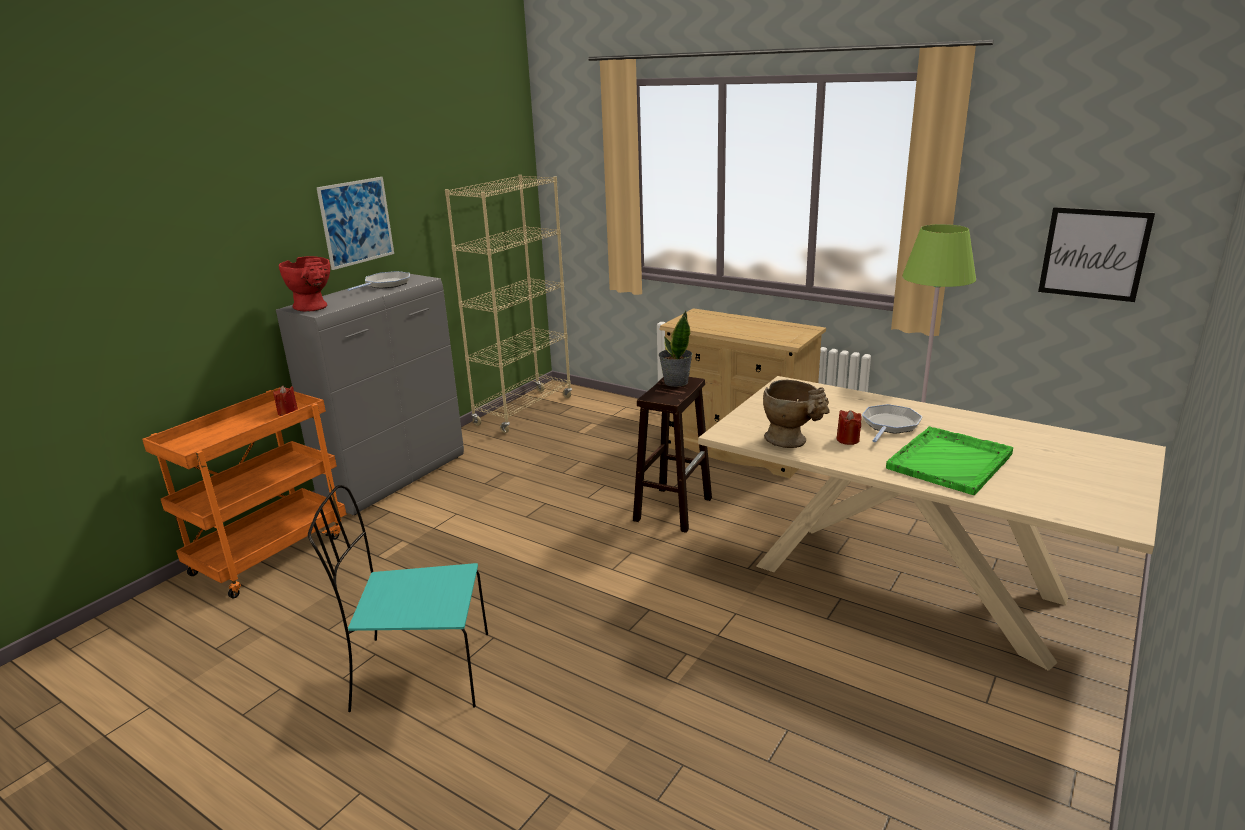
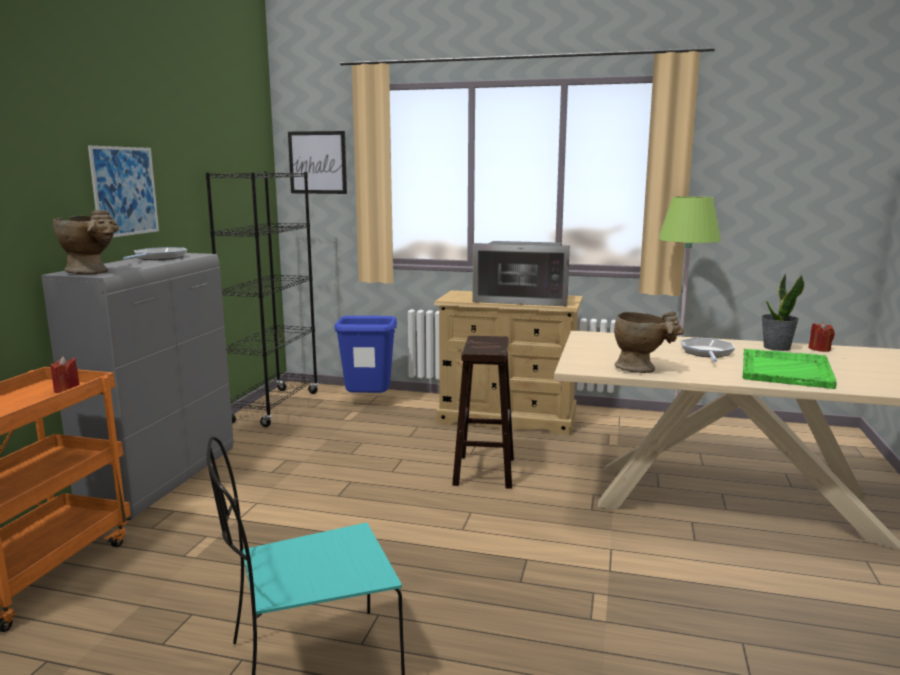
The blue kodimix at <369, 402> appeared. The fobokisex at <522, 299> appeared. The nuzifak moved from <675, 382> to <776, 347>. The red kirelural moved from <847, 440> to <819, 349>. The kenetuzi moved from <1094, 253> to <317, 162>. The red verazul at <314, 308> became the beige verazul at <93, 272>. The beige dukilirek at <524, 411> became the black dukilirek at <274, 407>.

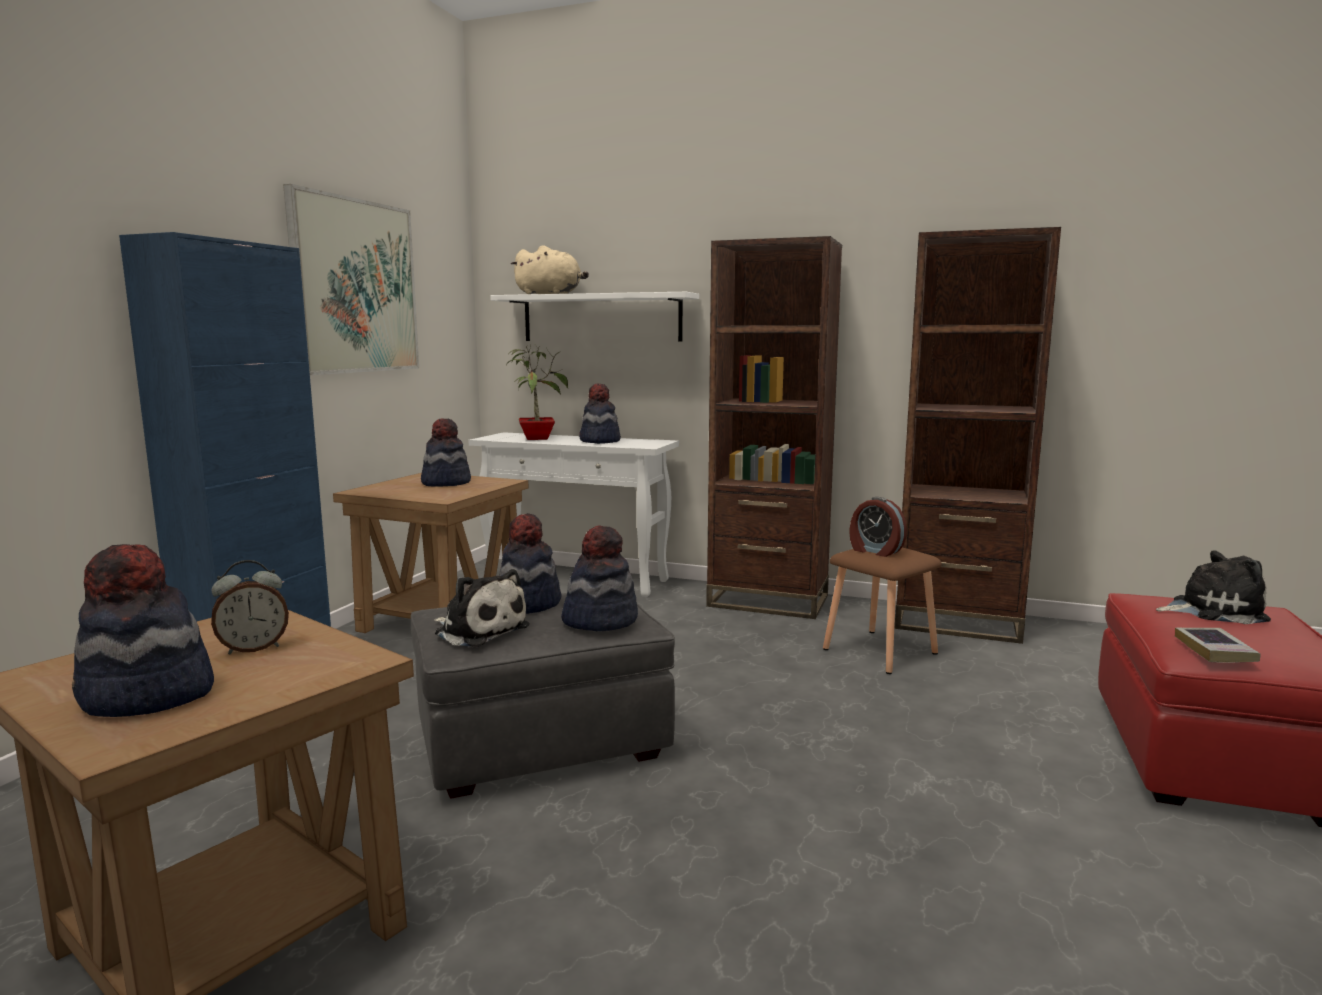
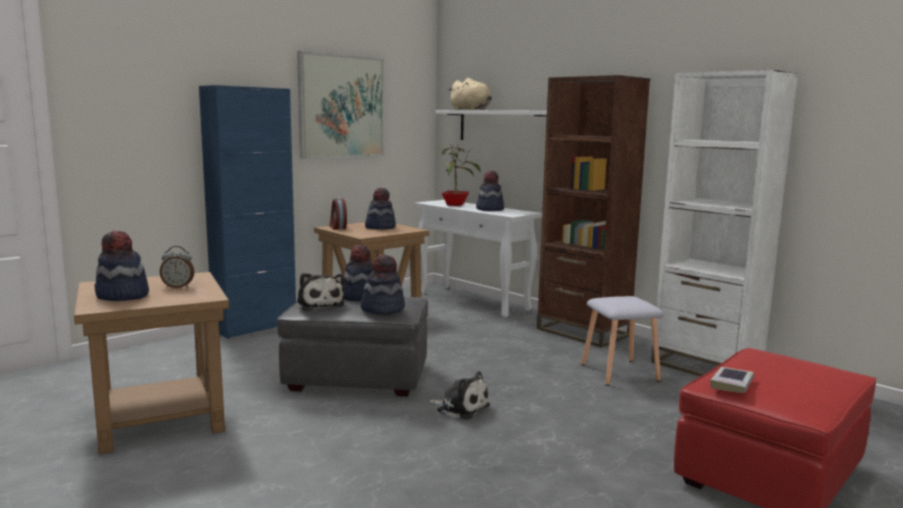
The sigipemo moved from <875, 551> to <337, 227>. The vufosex moved from <1212, 610> to <460, 408>. The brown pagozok at <881, 651> became the grey pagozok at <621, 373>. The brown dukilirek at <957, 622> became the white dukilirek at <706, 366>.

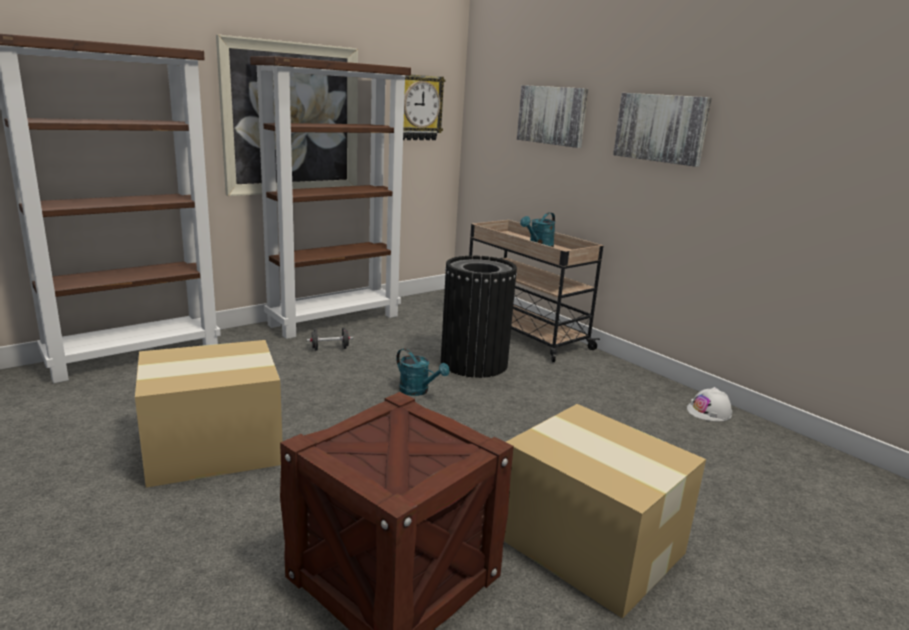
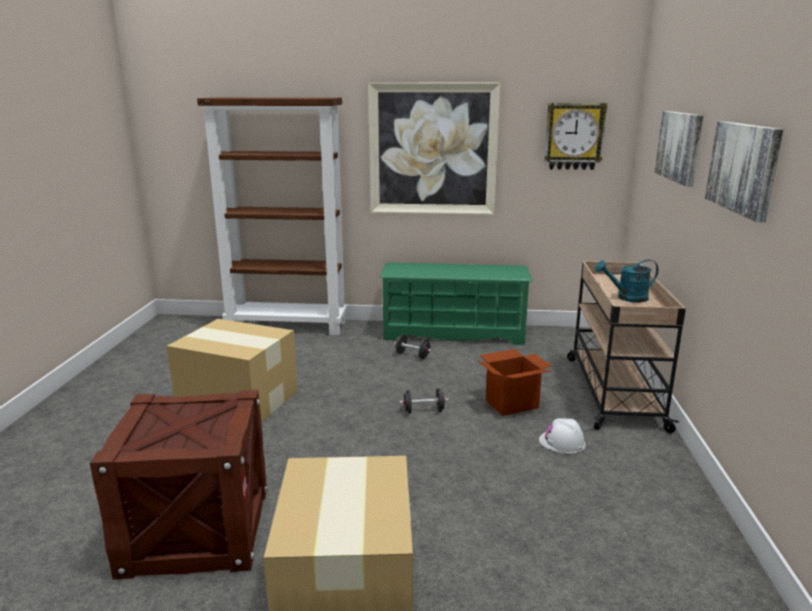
The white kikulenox moved from <709, 412> to <562, 442>. The brown dukilirek at <335, 320> was replaced by the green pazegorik at <454, 333>. The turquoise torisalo at <418, 391> was replaced by the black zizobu at <423, 411>. The black kodimix at <474, 363> was replaced by the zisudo at <512, 404>.

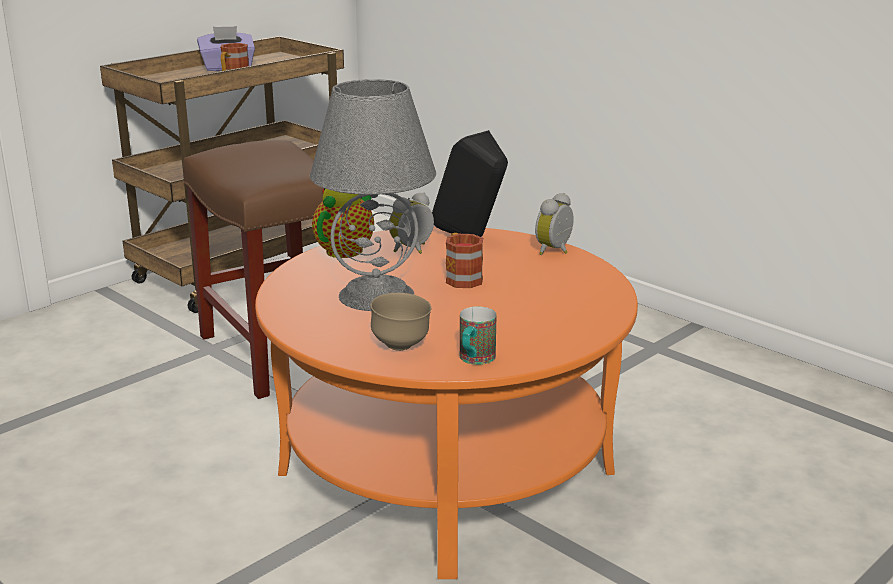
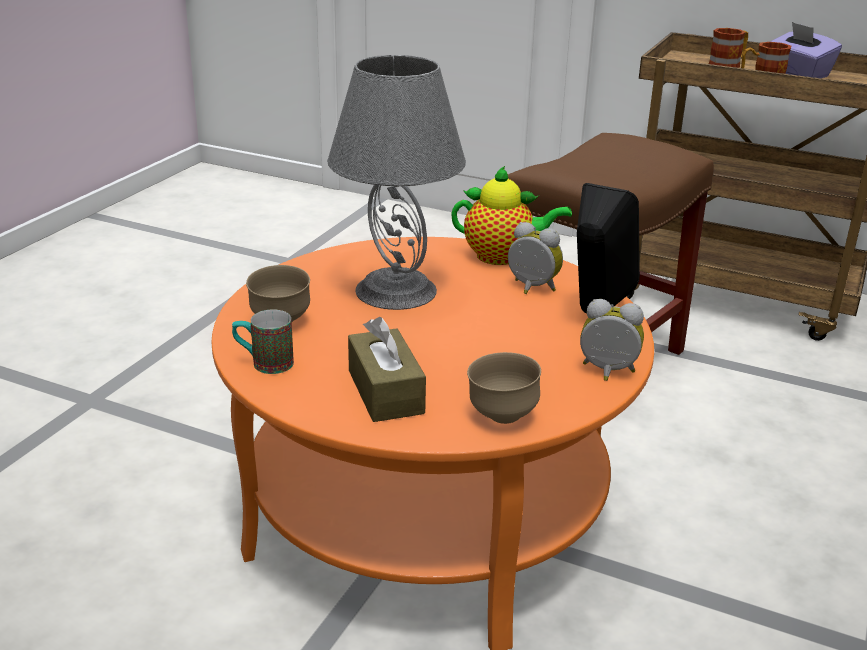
The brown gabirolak at <385, 392> appeared. The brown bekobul at <501, 417> appeared. The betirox moved from <461, 277> to <728, 65>.

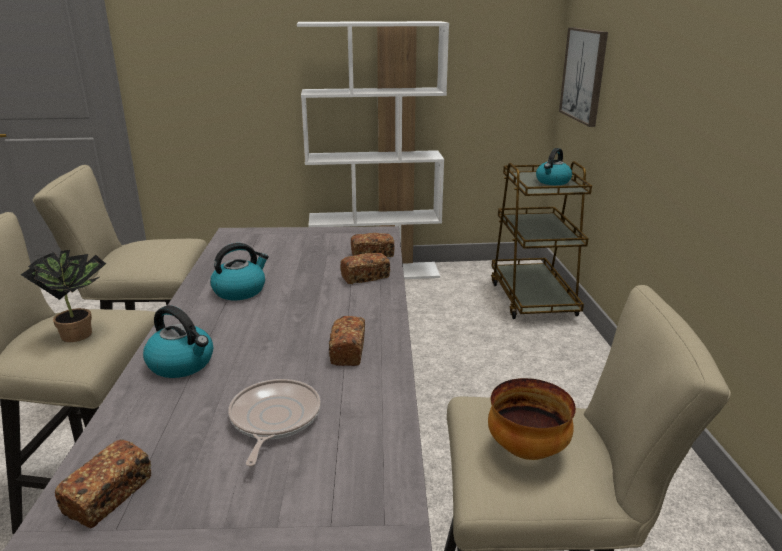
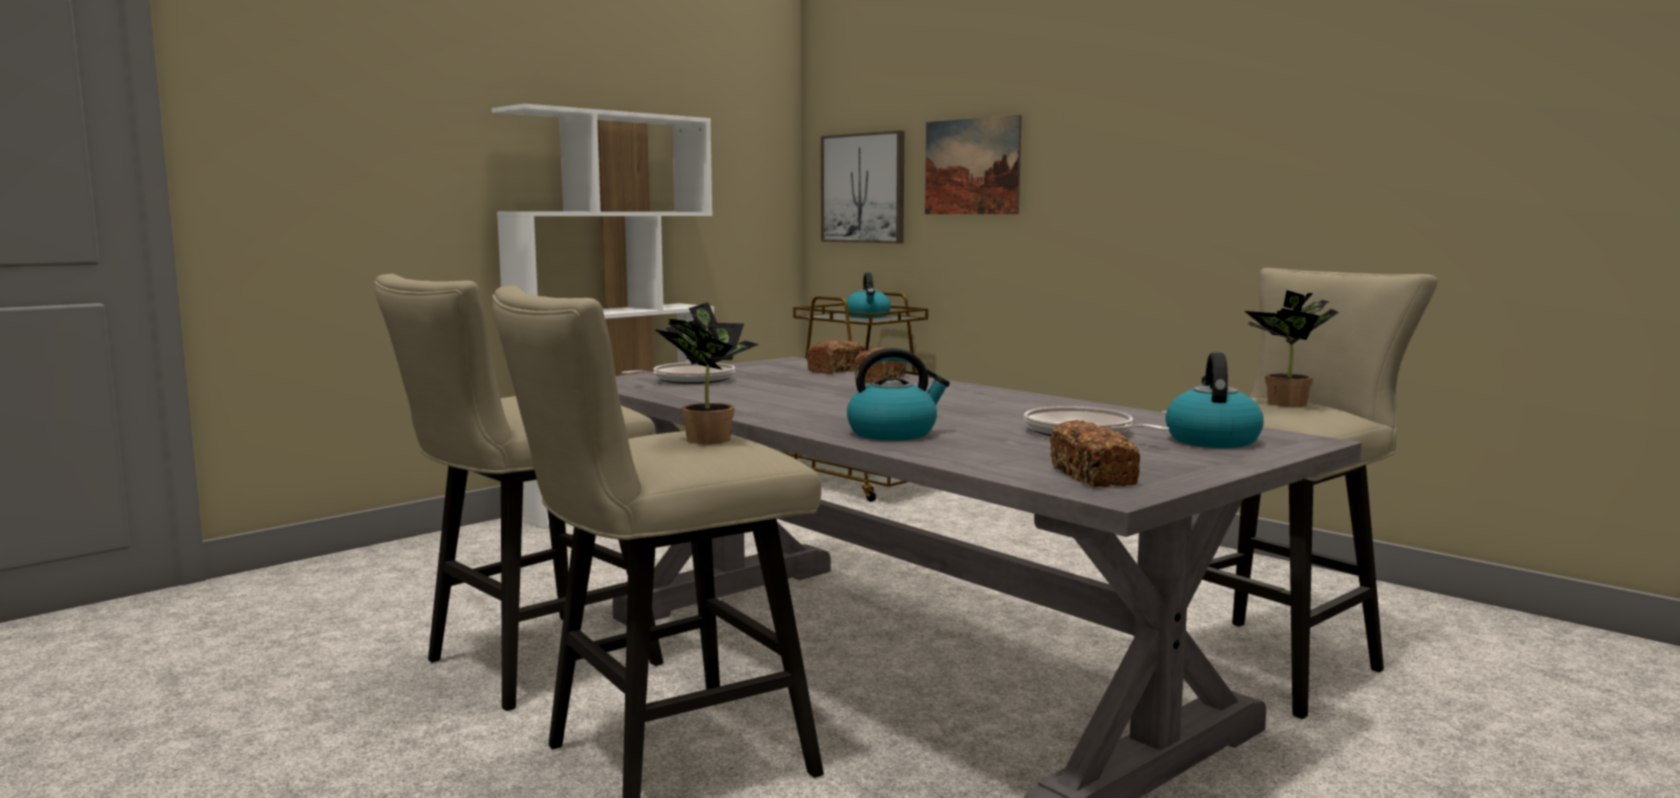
The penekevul at <347, 351> disappeared. The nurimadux at <689, 380> appeared. The kenetuzi at <972, 166> appeared. The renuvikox moved from <240, 290> to <1211, 440>. The bekobul at <526, 449> was replaced by the nuzifak at <1285, 404>.

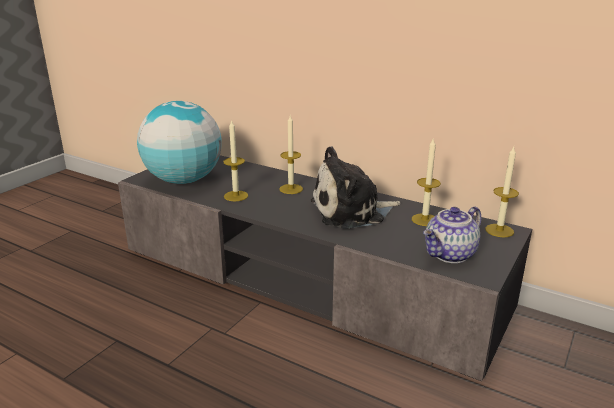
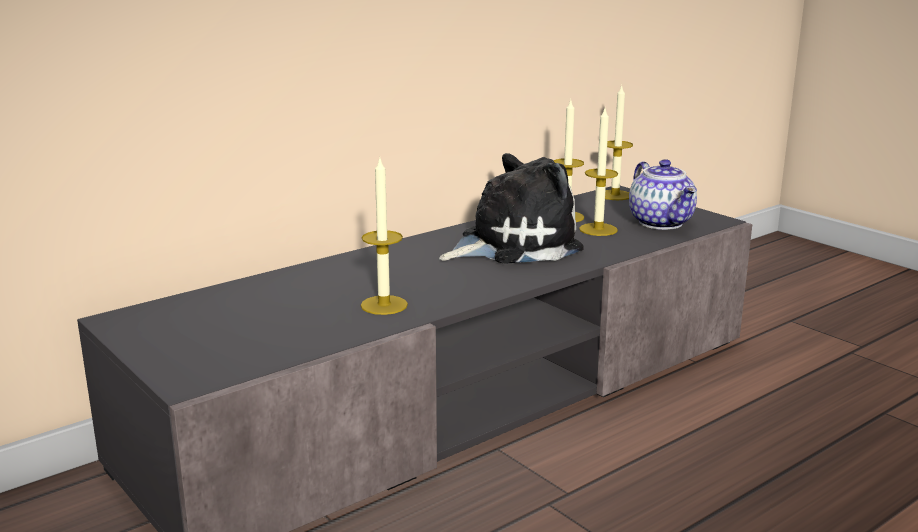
The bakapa at <183, 180> disappeared. The kirelural moved from <291, 189> to <598, 229>. The vufosex at <352, 211> turned 120 degrees counterclockwise.

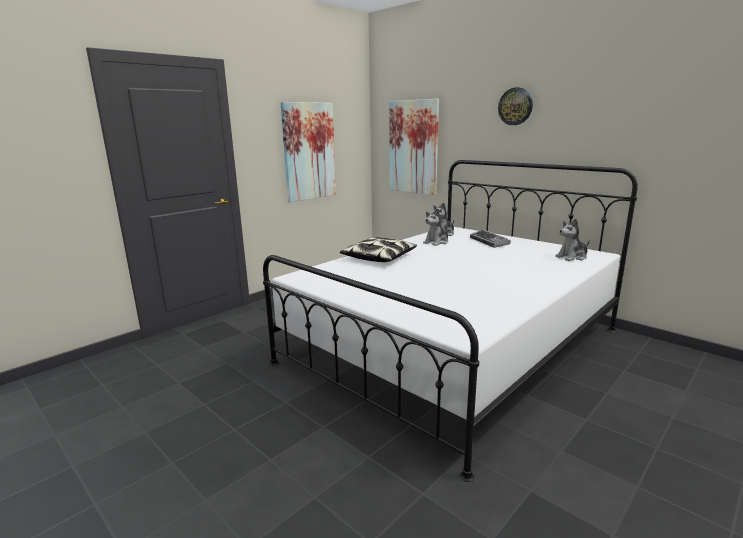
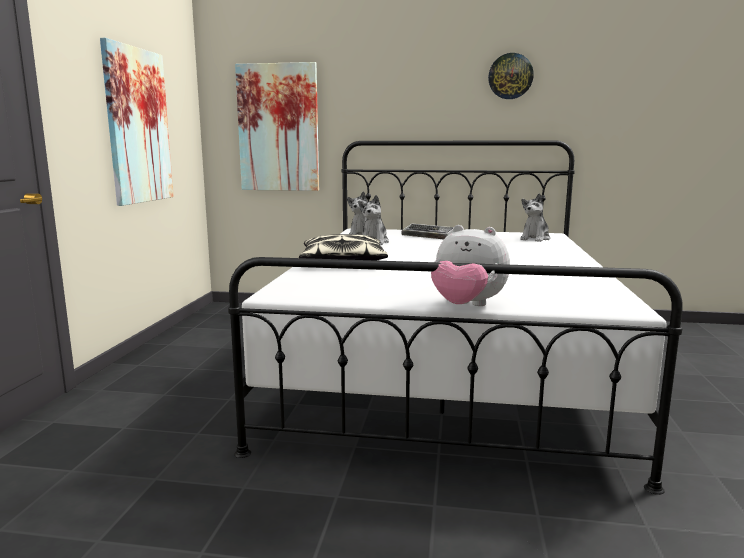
The vufosex at <466, 306> appeared. The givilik moved from <515, 106> to <510, 76>.

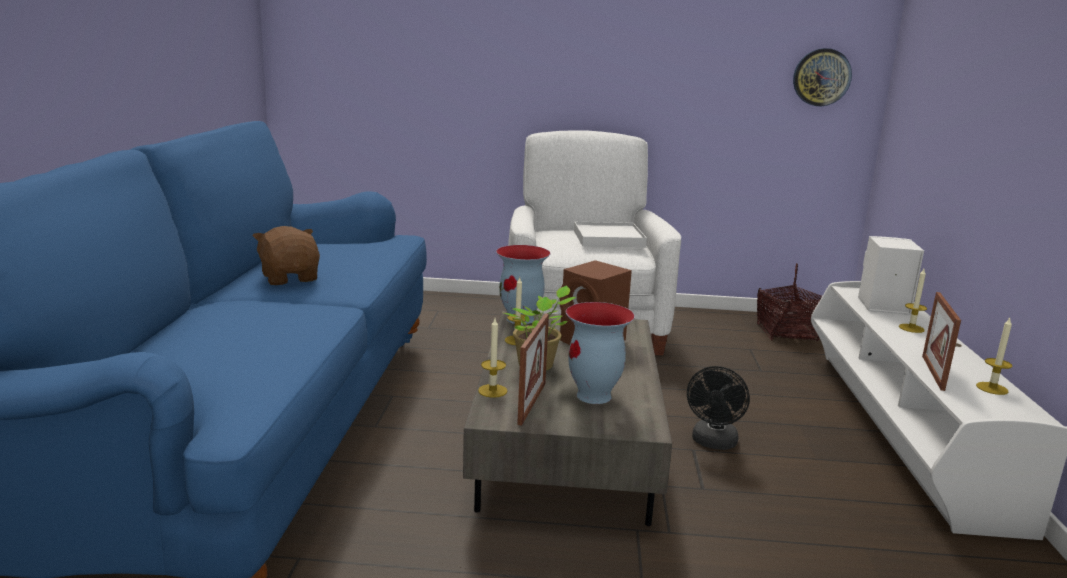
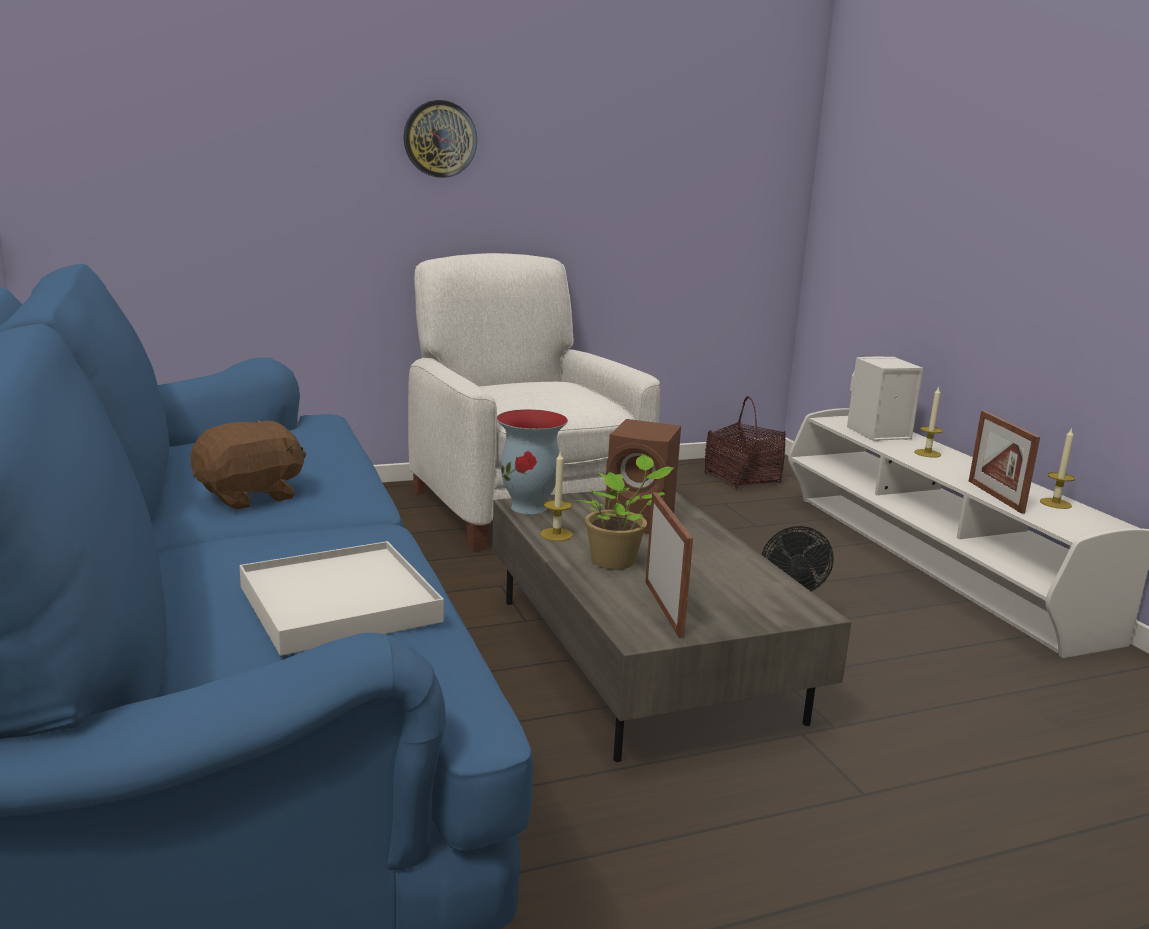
The kirelural at <492, 391> disappeared. The verazul at <594, 396> disappeared. The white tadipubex moved from <608, 238> to <340, 604>. The givilik moved from <821, 77> to <440, 139>. The brown vufosex at <290, 278> turned 105 degrees clockwise.

